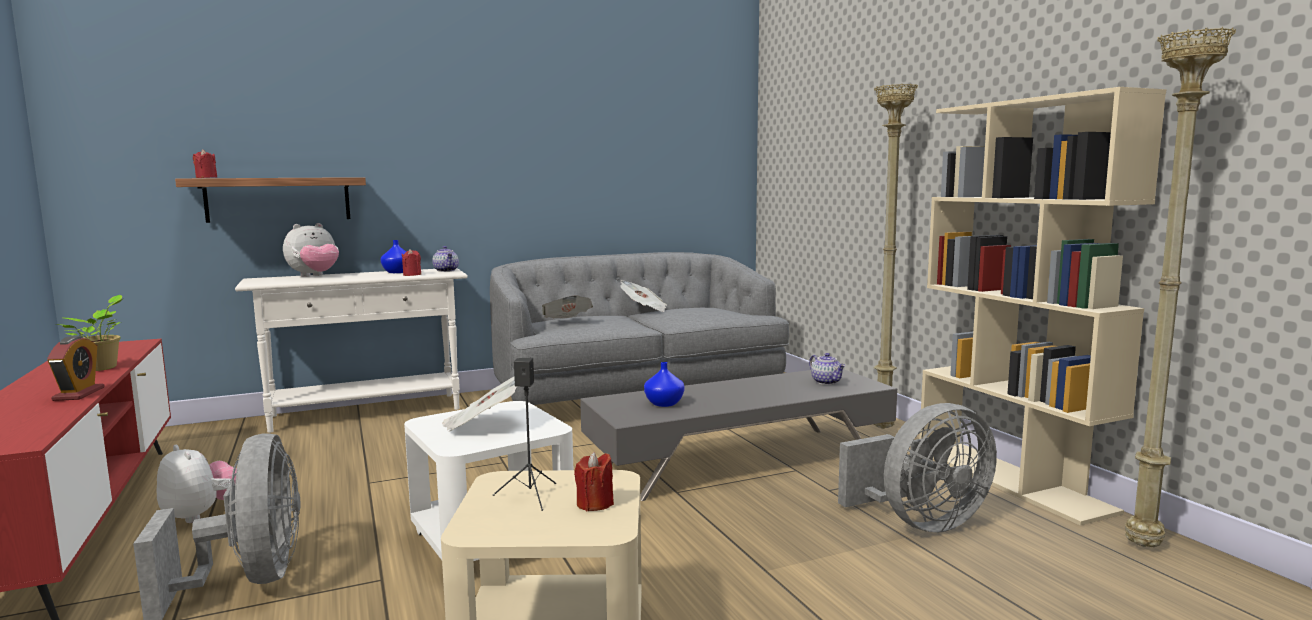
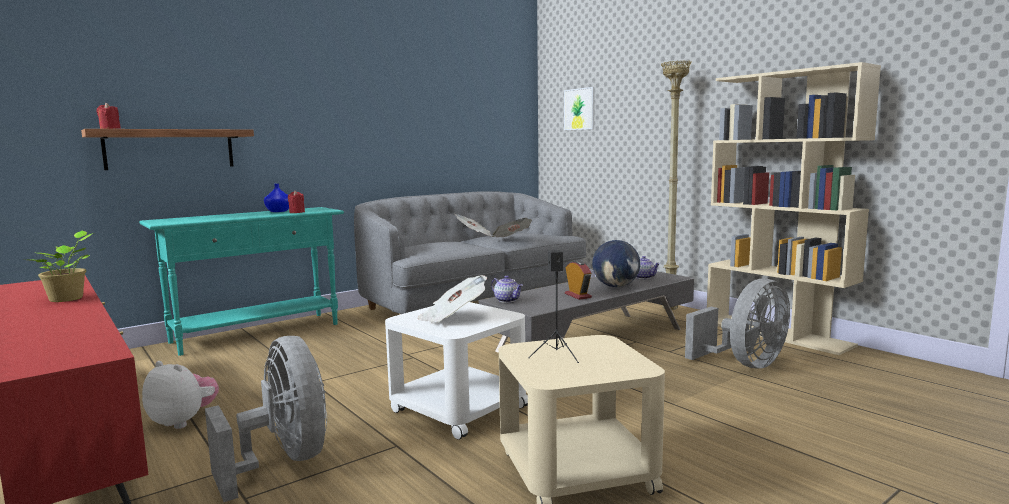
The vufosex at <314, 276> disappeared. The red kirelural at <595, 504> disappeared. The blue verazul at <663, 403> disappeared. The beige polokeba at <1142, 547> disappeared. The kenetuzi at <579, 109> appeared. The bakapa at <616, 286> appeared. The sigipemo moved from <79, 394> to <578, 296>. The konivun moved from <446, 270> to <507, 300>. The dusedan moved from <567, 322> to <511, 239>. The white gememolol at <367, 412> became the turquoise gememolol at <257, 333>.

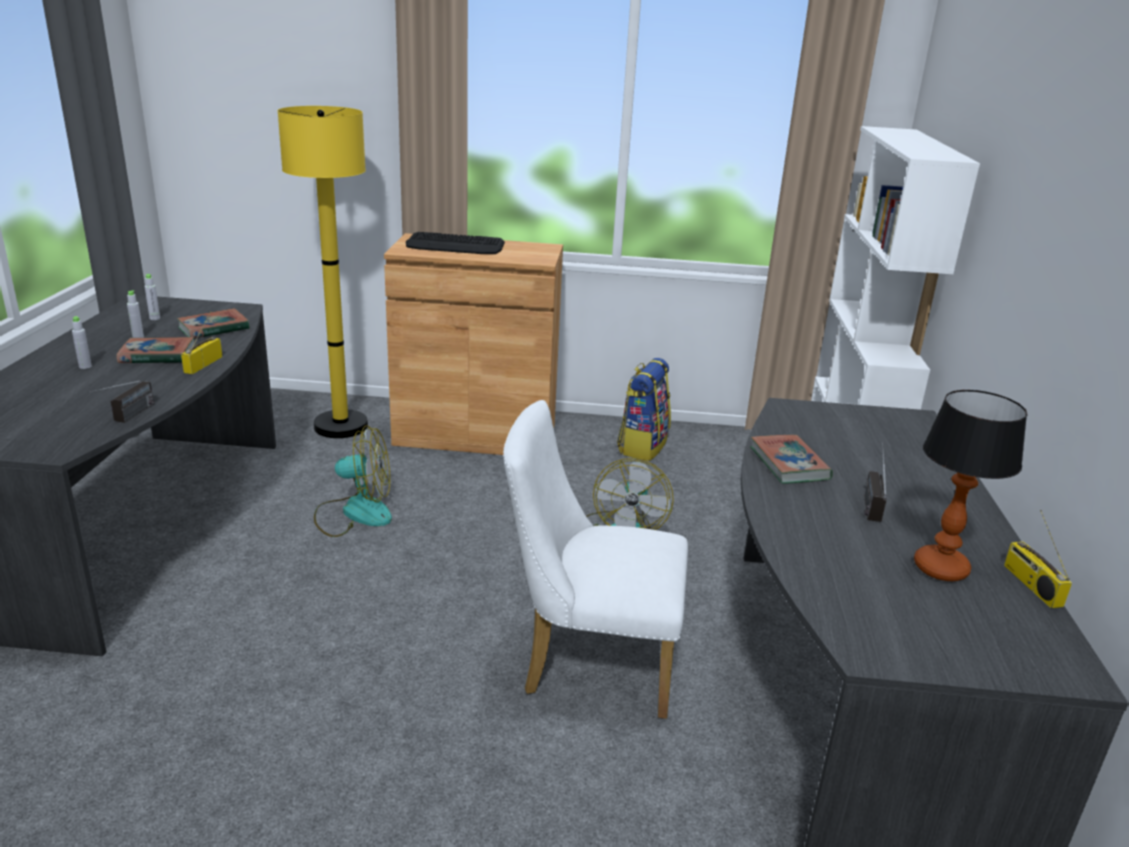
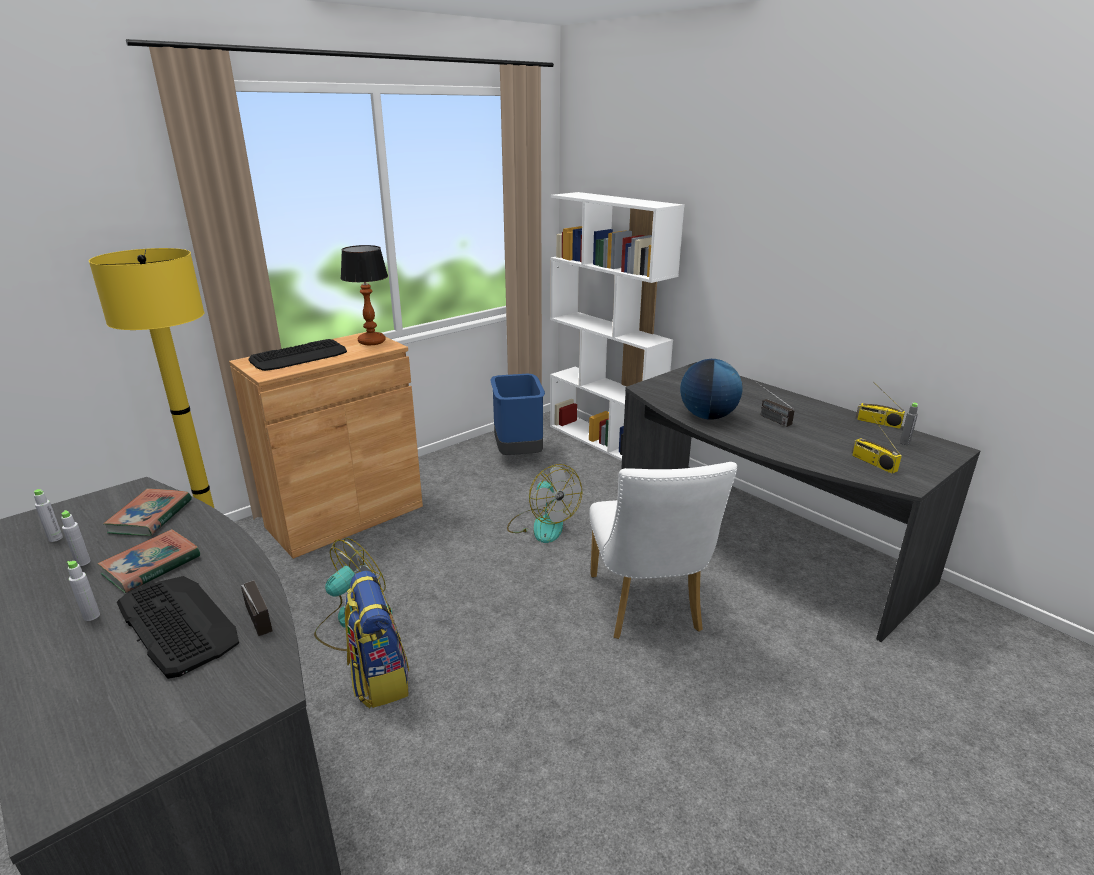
The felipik at <177, 623> appeared. The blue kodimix at <517, 453> appeared. The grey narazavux at <904, 443> appeared. The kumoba moved from <203, 364> to <872, 463>. The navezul moved from <642, 446> to <379, 678>. The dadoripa moved from <942, 568> to <372, 342>. The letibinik at <789, 464> was replaced by the bakapa at <707, 416>. The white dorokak at <588, 662> turned 60 degrees counterclockwise.

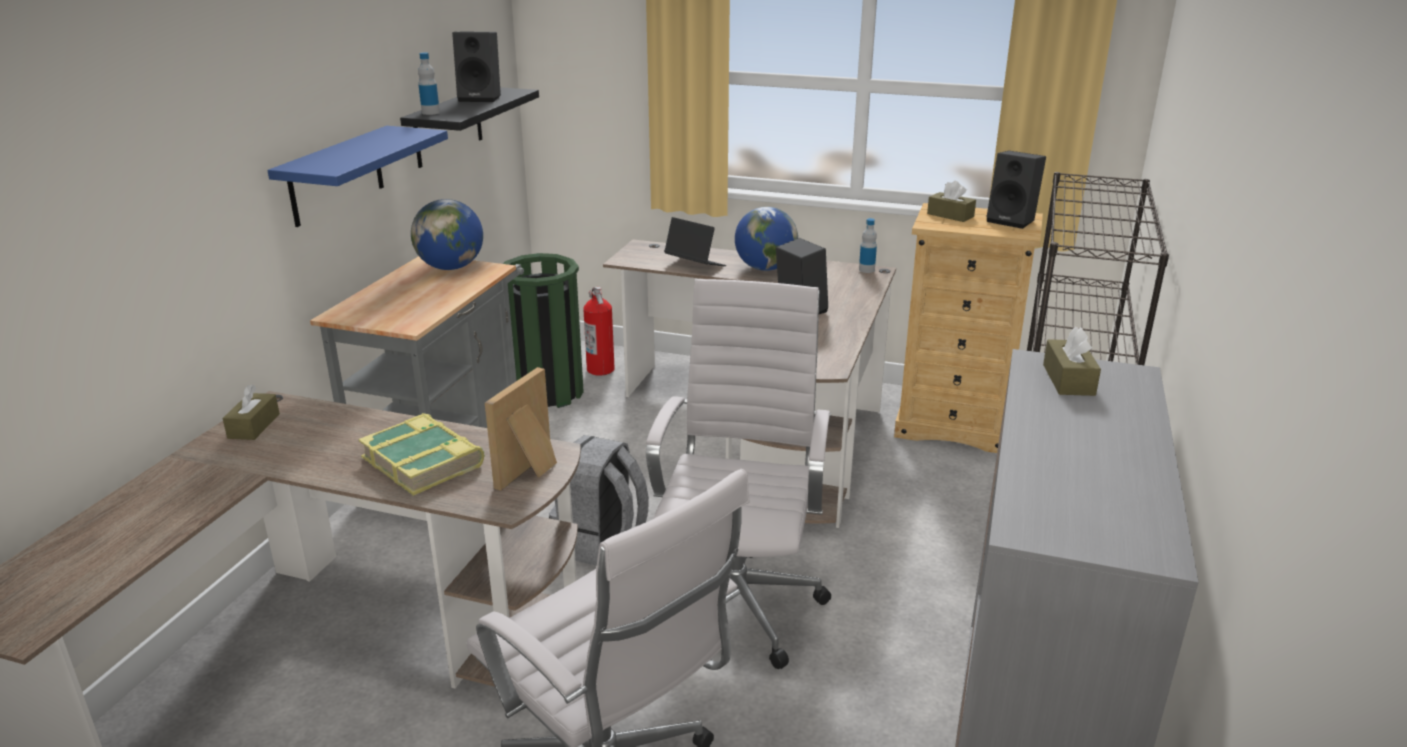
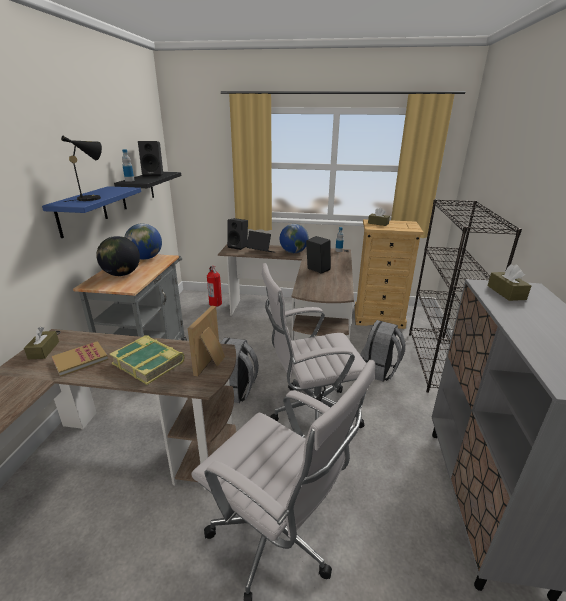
The green kodimix at <548, 392> disappeared. The letibinik at <80, 360> appeared. The black dadoripa at <92, 198> appeared. The bakapa at <122, 274> appeared. The grey navezul at <379, 370> appeared. The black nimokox moved from <1013, 221> to <239, 246>. The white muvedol at <737, 602> turned 105 degrees counterclockwise.

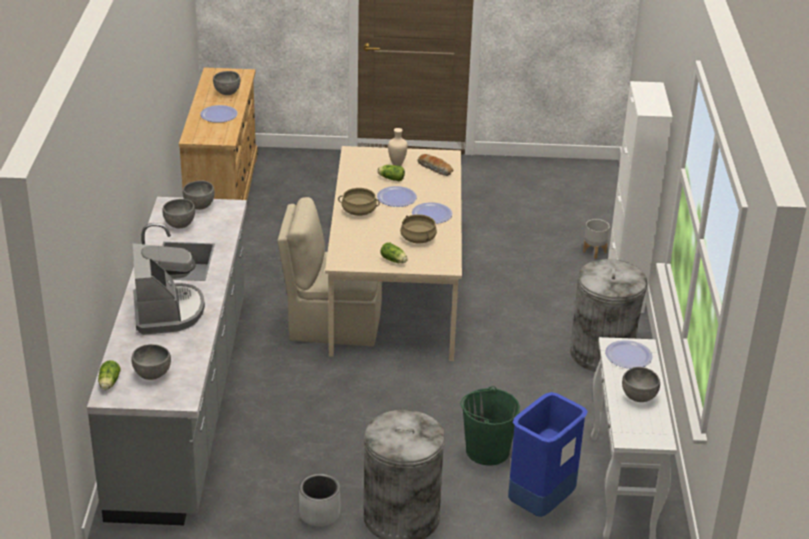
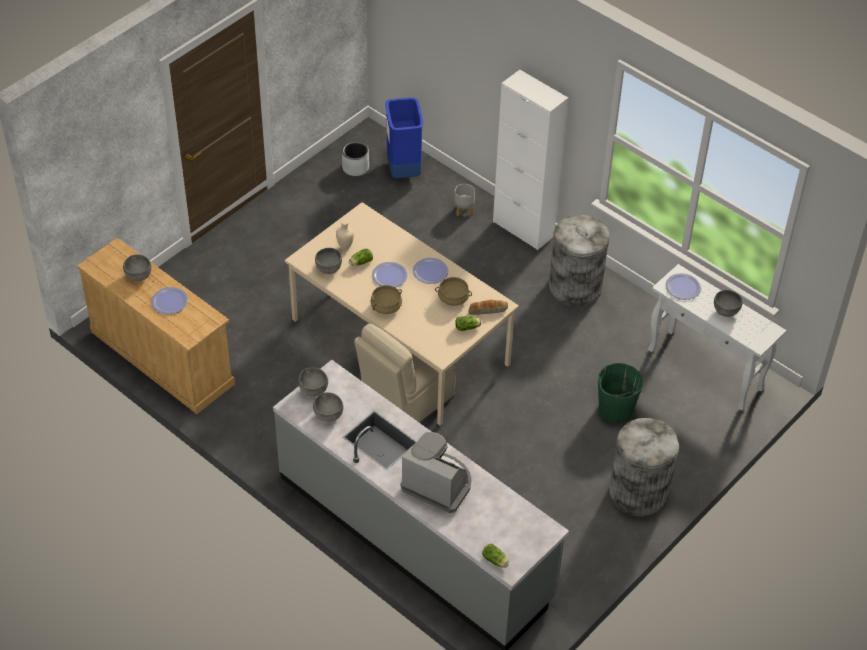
The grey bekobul moved from <152, 375> to <328, 269>. The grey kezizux moved from <319, 513> to <355, 168>. The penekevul moved from <435, 169> to <488, 310>. The blue kodimix moved from <540, 503> to <403, 170>.

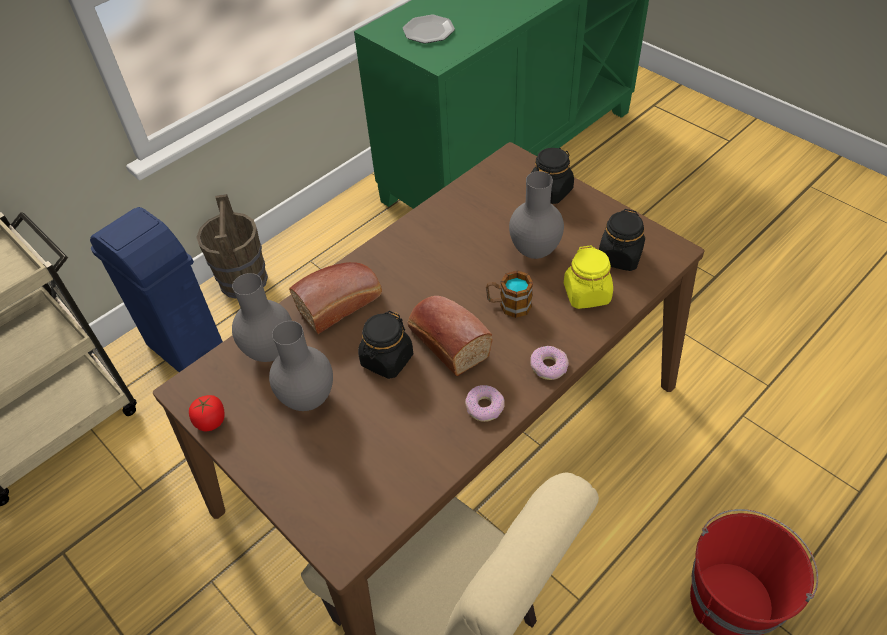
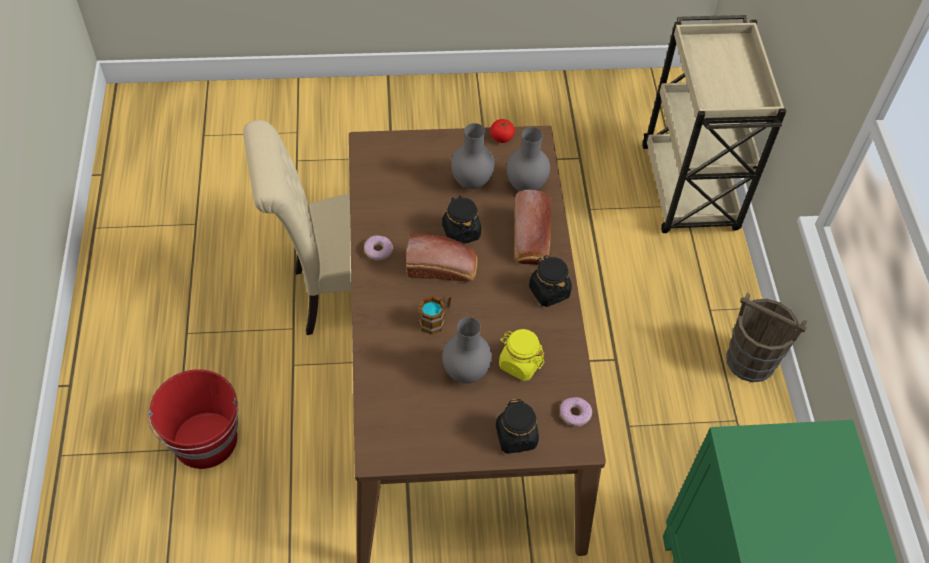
The blue kodimix at <187, 349> disappeared. The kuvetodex at <428, 31> disappeared. The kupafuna moved from <549, 366> to <575, 414>. The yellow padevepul moved from <587, 294> to <520, 363>. The black padevepul moved from <619, 257> to <549, 291>.

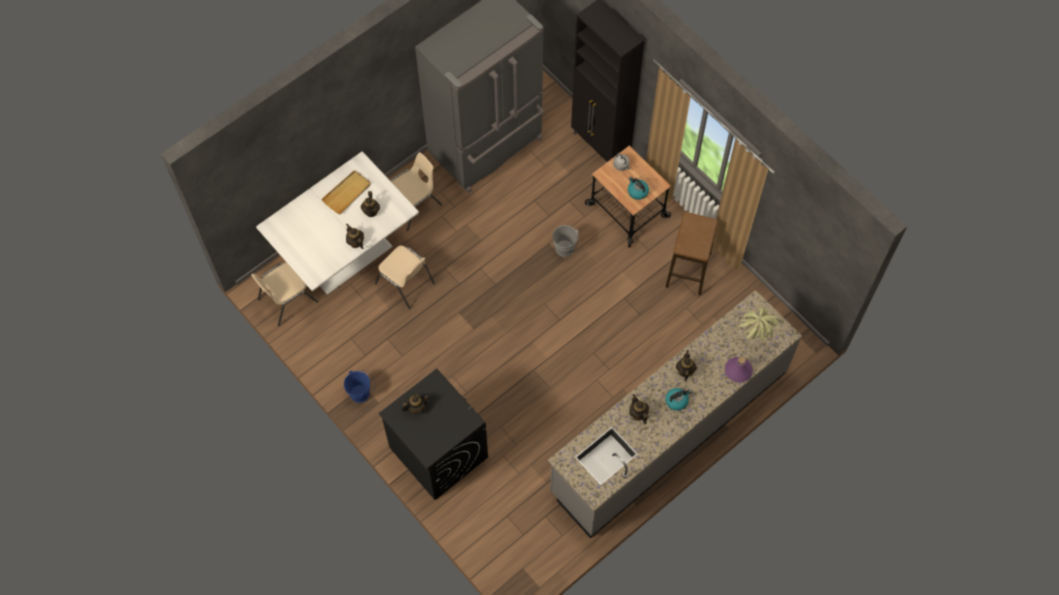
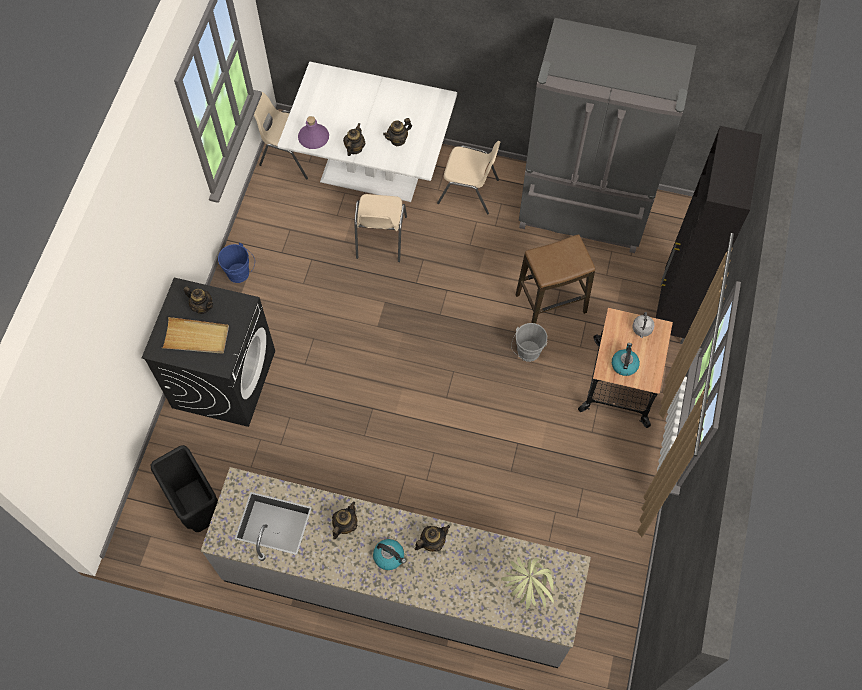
The black kodimix at <199, 509> appeared. The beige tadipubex moved from <347, 193> to <196, 337>. The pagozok moved from <688, 270> to <550, 304>. The purple narazavux moved from <738, 370> to <313, 138>.

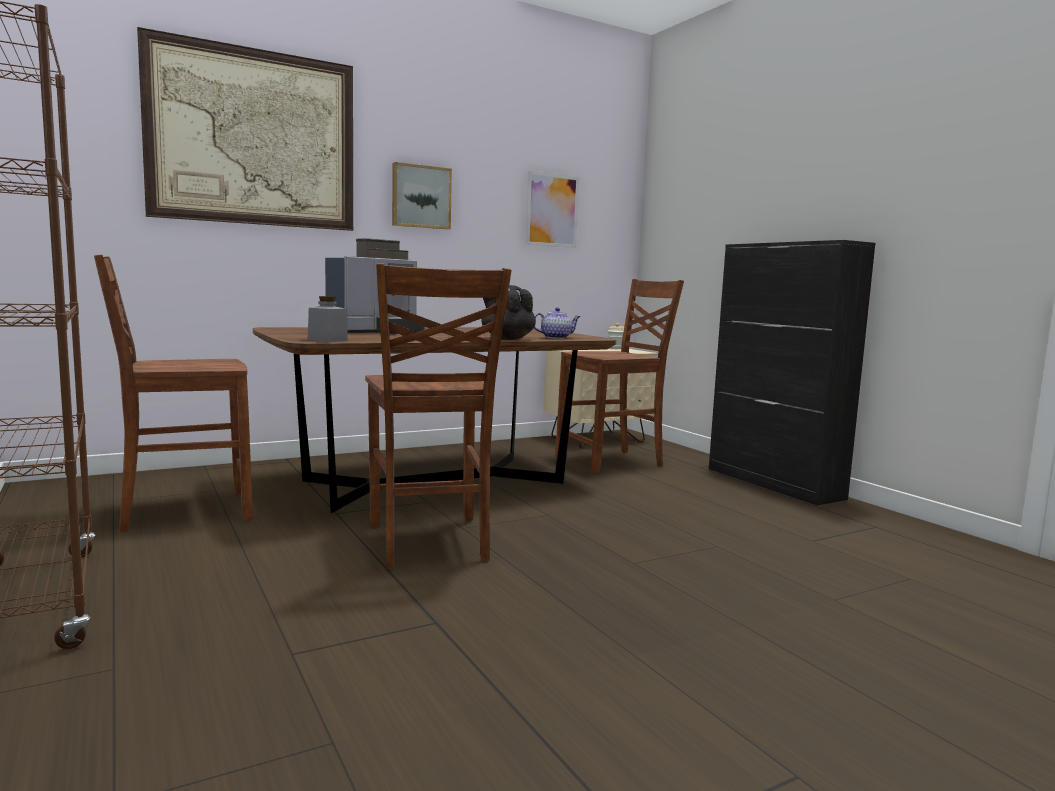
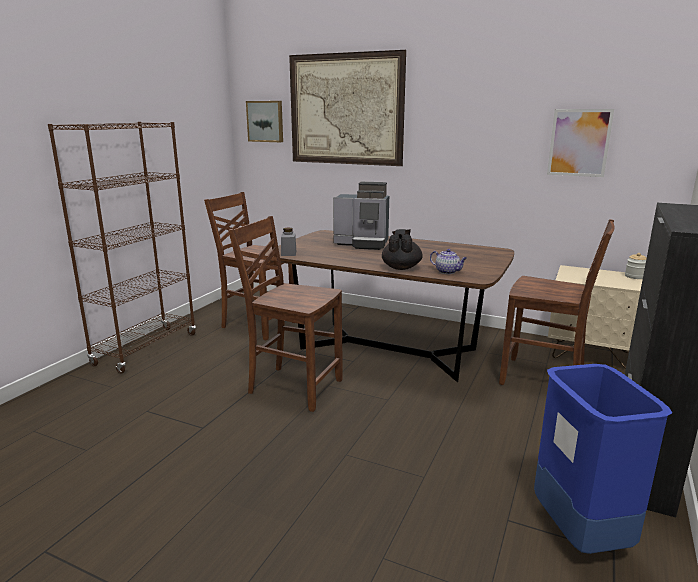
The blue kodimix at <580, 533> appeared. The kenetuzi moved from <420, 197> to <265, 121>. The brown dorokak at <428, 543> turned 75 degrees clockwise.

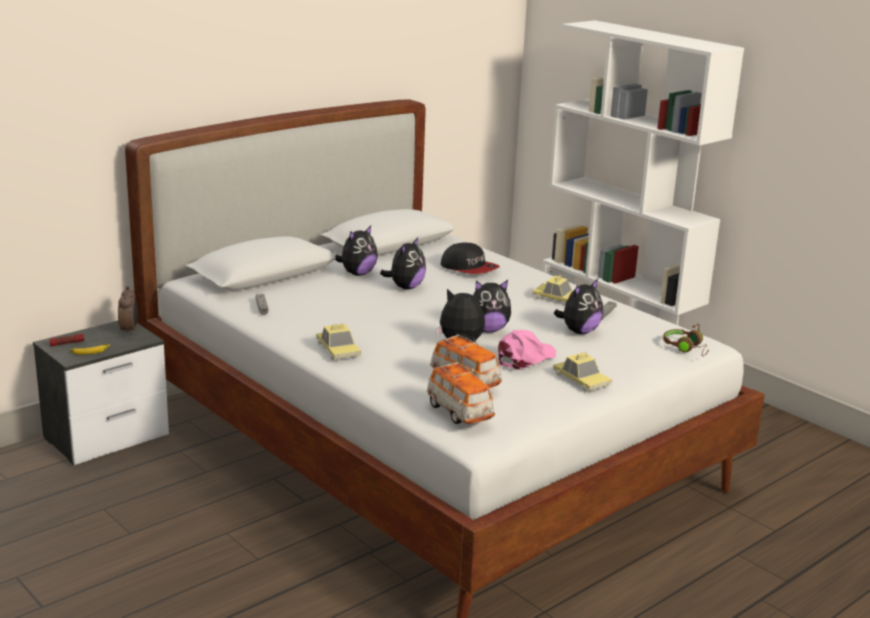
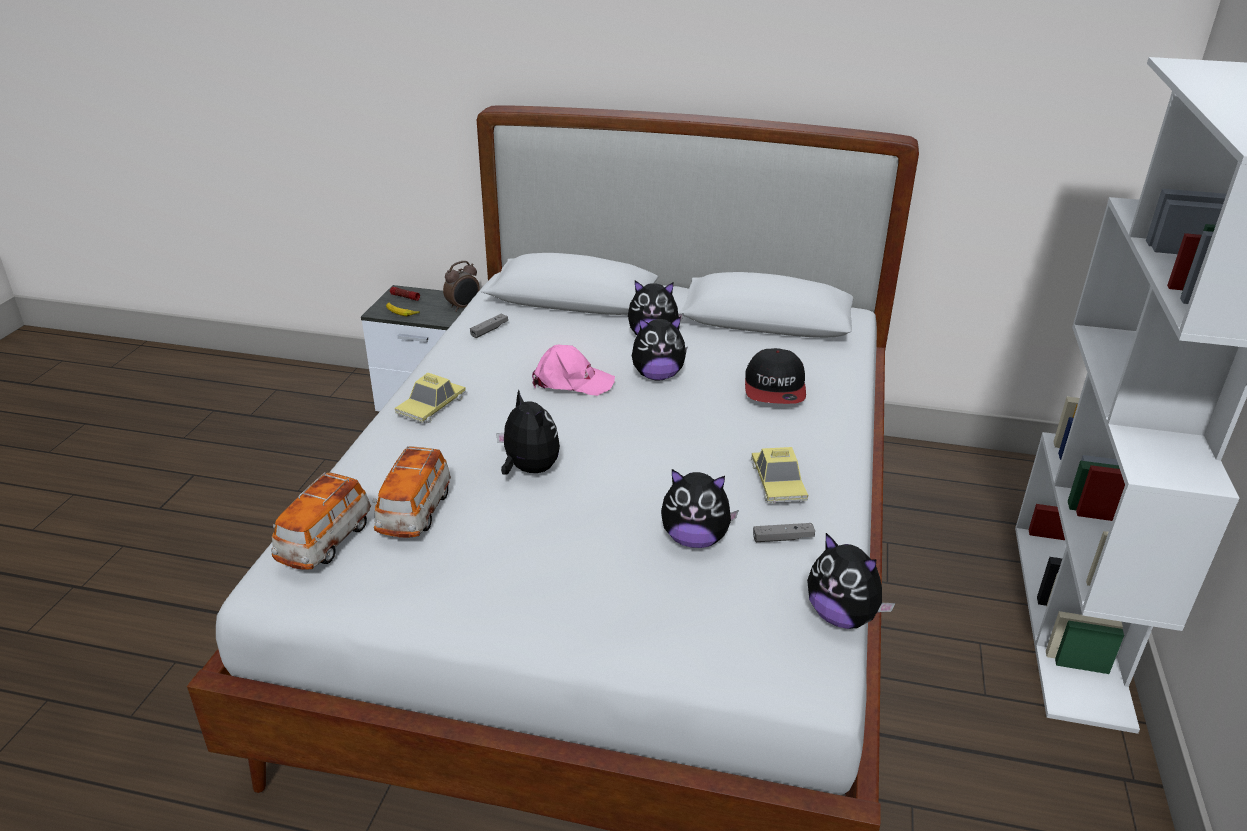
The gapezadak at <581, 380> disappeared. The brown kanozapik at <686, 348> disappeared. The vufosex moved from <488, 330> to <842, 616>. The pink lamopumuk moved from <525, 358> to <571, 381>.

